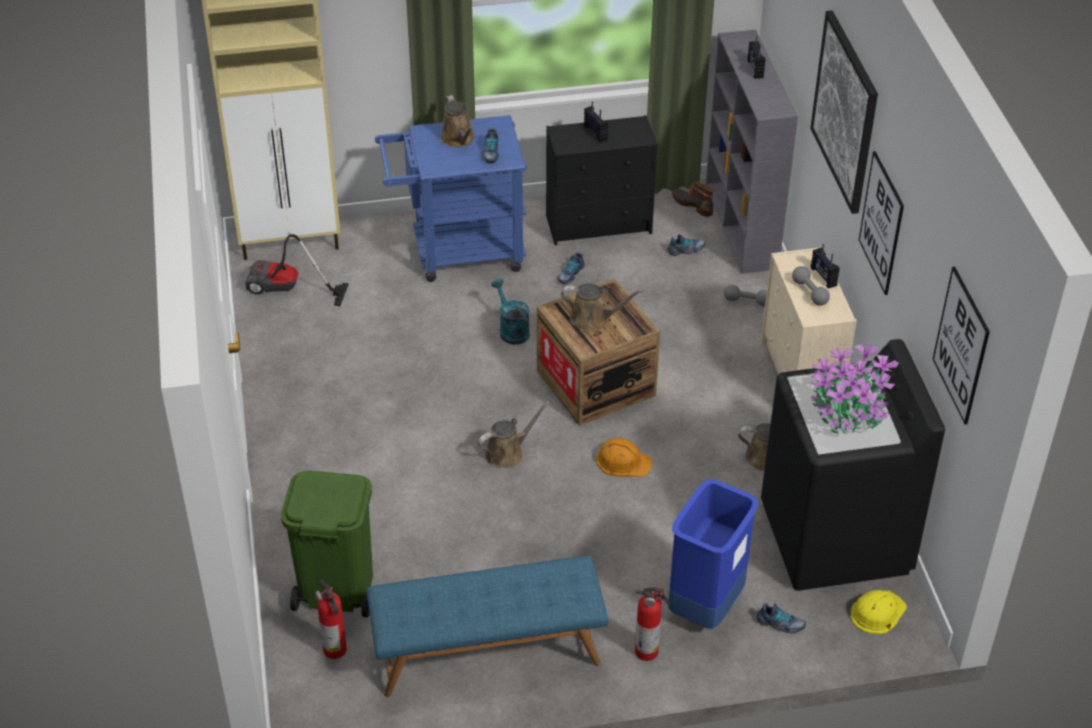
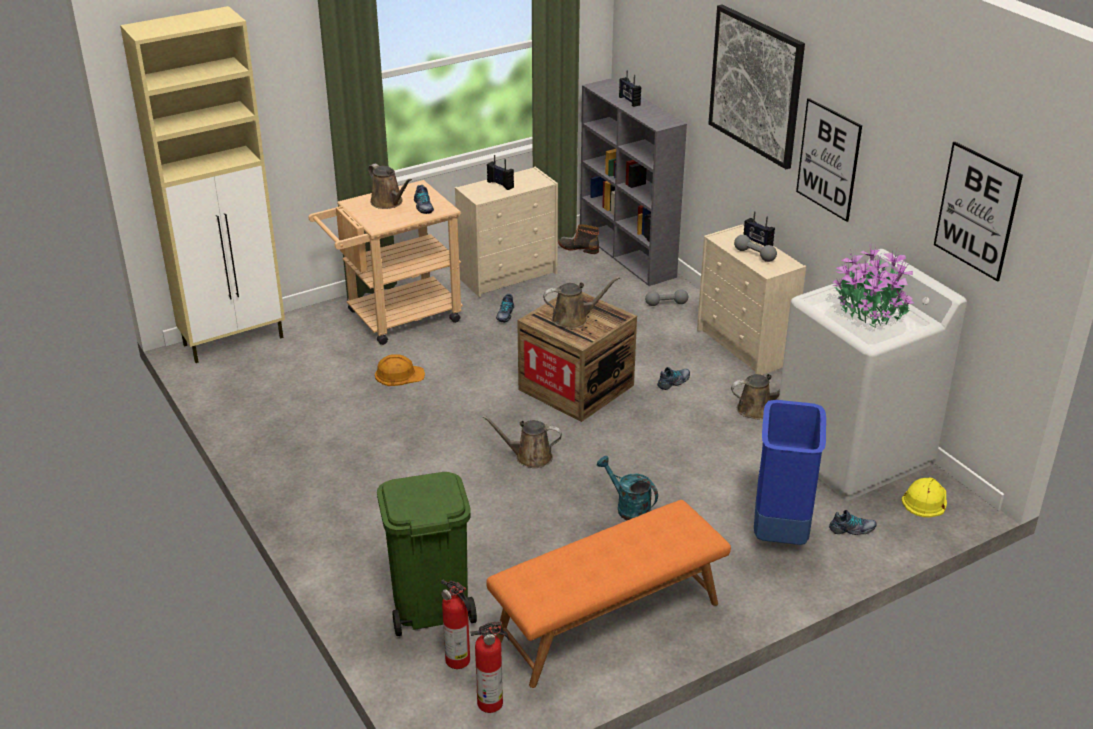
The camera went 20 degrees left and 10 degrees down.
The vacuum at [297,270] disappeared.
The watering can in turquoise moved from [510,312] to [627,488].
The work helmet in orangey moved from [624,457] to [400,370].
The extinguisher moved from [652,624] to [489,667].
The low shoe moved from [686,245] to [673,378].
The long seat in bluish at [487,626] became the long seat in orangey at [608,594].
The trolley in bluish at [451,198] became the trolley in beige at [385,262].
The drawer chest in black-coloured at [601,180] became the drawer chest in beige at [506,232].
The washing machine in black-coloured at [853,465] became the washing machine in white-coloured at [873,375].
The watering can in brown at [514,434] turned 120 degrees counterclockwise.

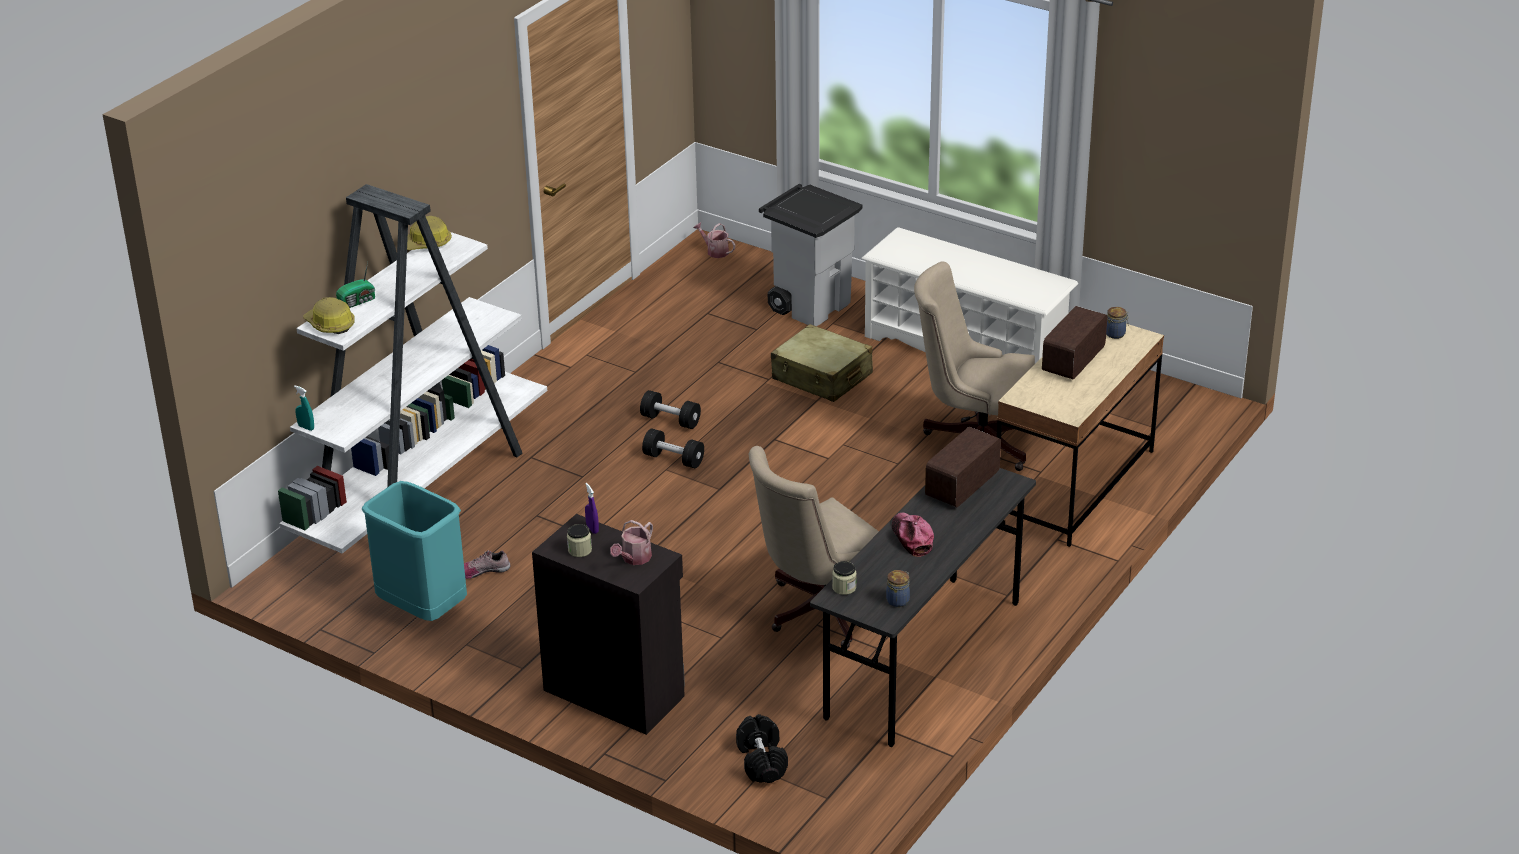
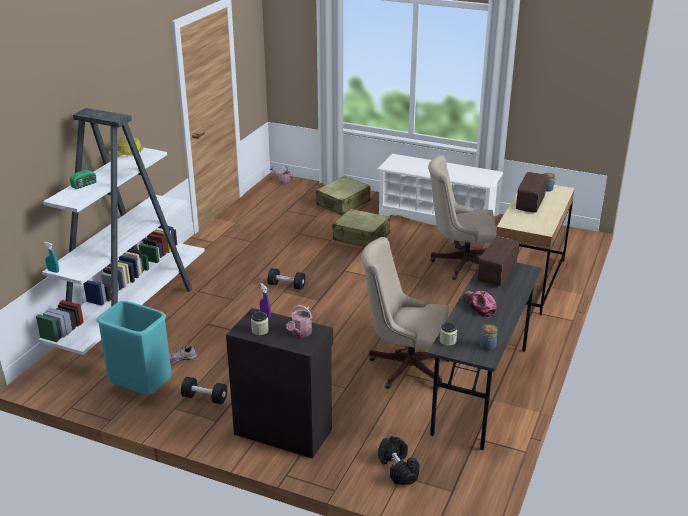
The camera went 10 degrees left and 5 degrees down.
The work helmet at [329,315] disappeared.
The dumbbell in black-coloured moved from [670,409] to [204,390].
The waste bin in grey at [810,255] was replaced by the suitcase in beige at [343,195].
The desk chair in beige at [813,547] turned 60 degrees clockwise.

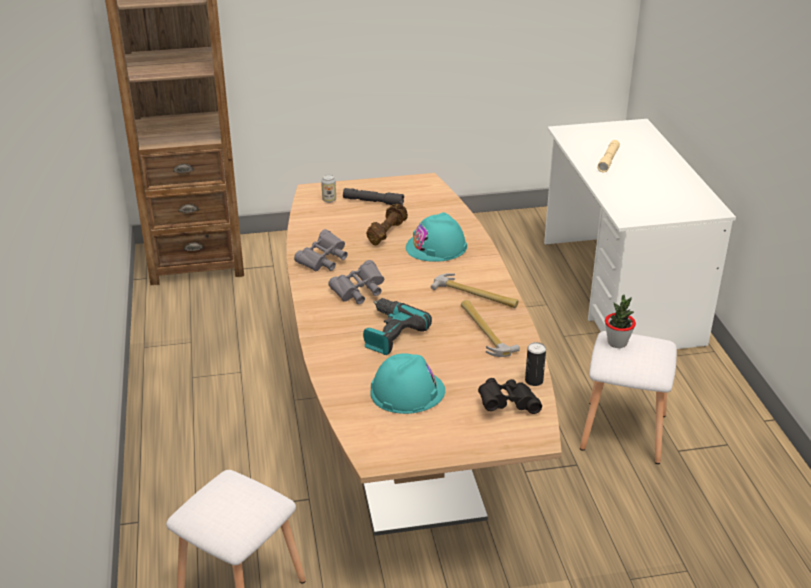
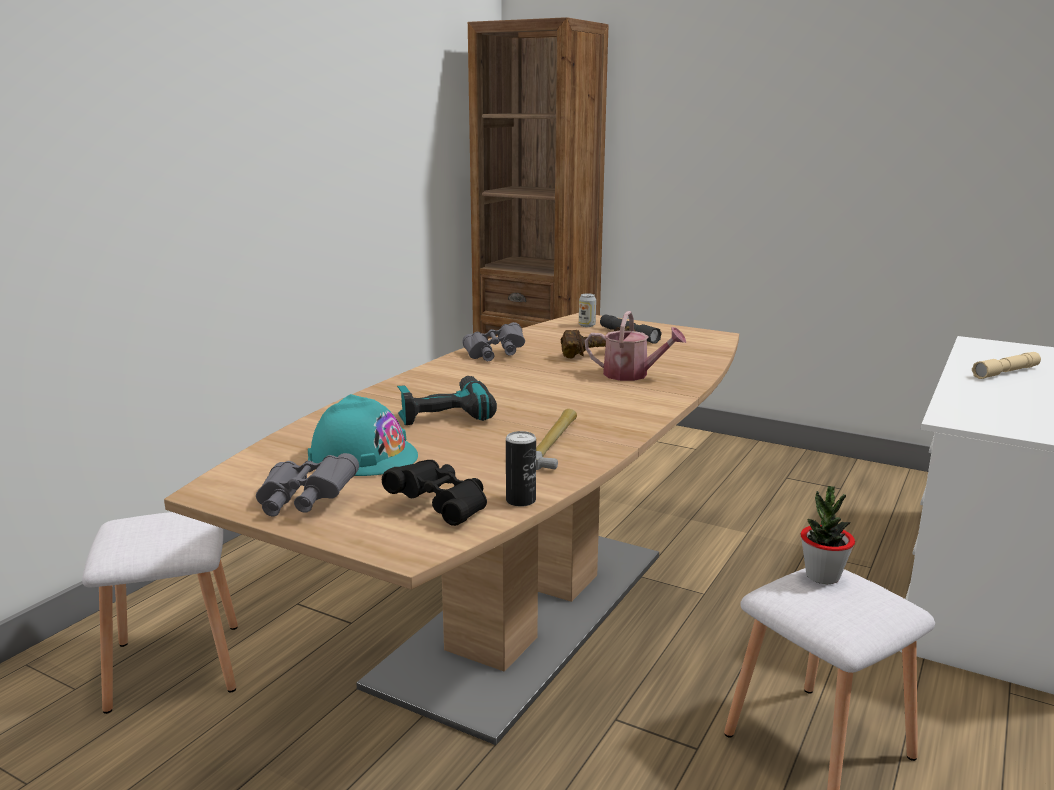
The camera went 40 degrees right and 15 degrees down.
The tool hammer at [475,290] disappeared.
The field glasses in grey moved from [356,282] to [307,484].
The work helmet in turquoise at [436,237] was replaced by the watering can at [635,346].

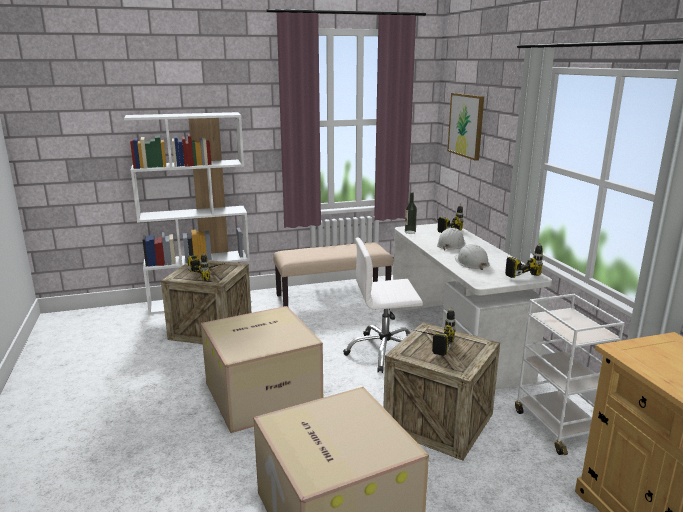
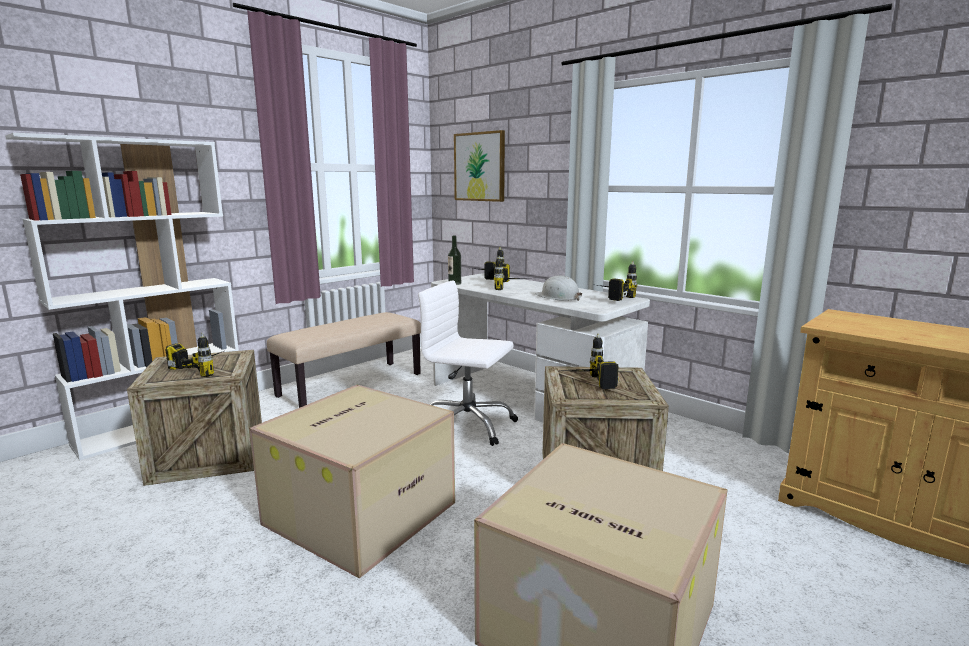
The camera went 30 degrees left and 5 degrees down.
The trolley in white-coloured at [570,374] disappeared.
The work helmet in white-coloured at [451,239] was replaced by the electric drill at [509,273].
The desk chair in white-coloured at [383,305] turned 60 degrees clockwise.

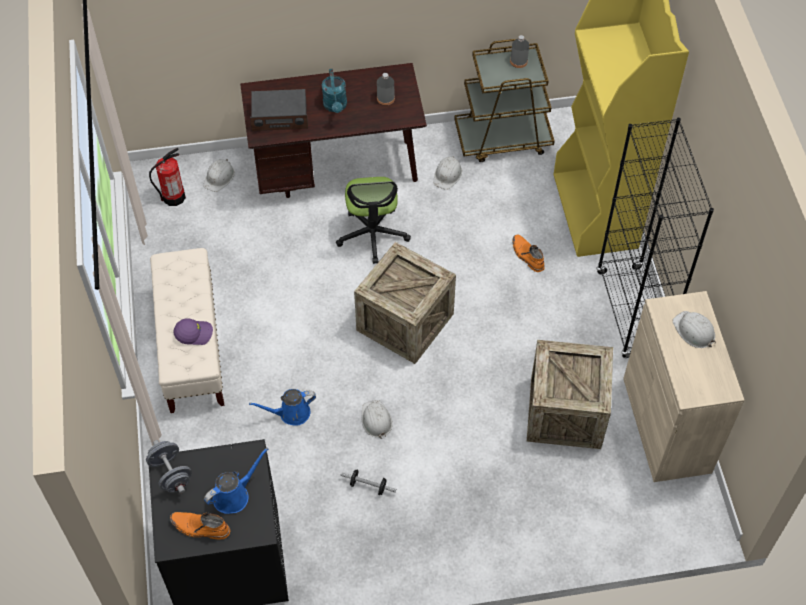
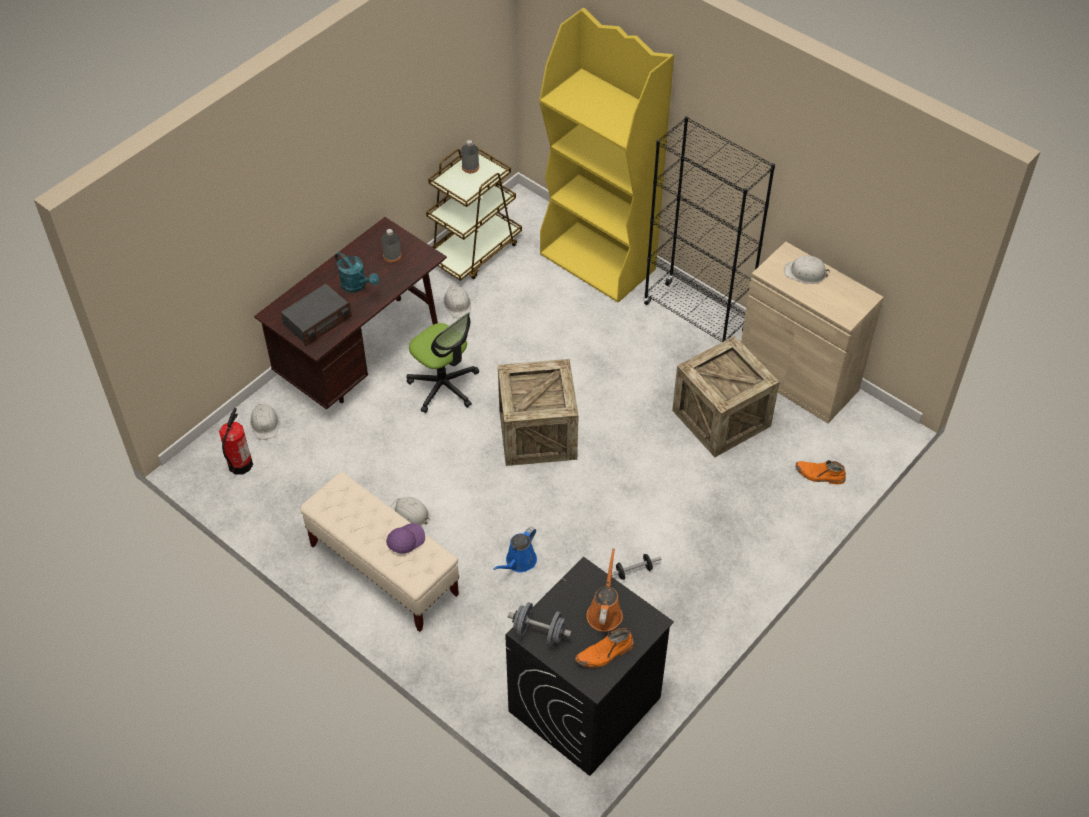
The camera went 40 degrees left and 5 degrees down.
The work helmet in white-coloured moved from [377,419] to [410,511].
The tall boot in orangey moved from [528,253] to [820,472].
The watering can in bluish at [236,481] became the watering can in orangey at [604,590].

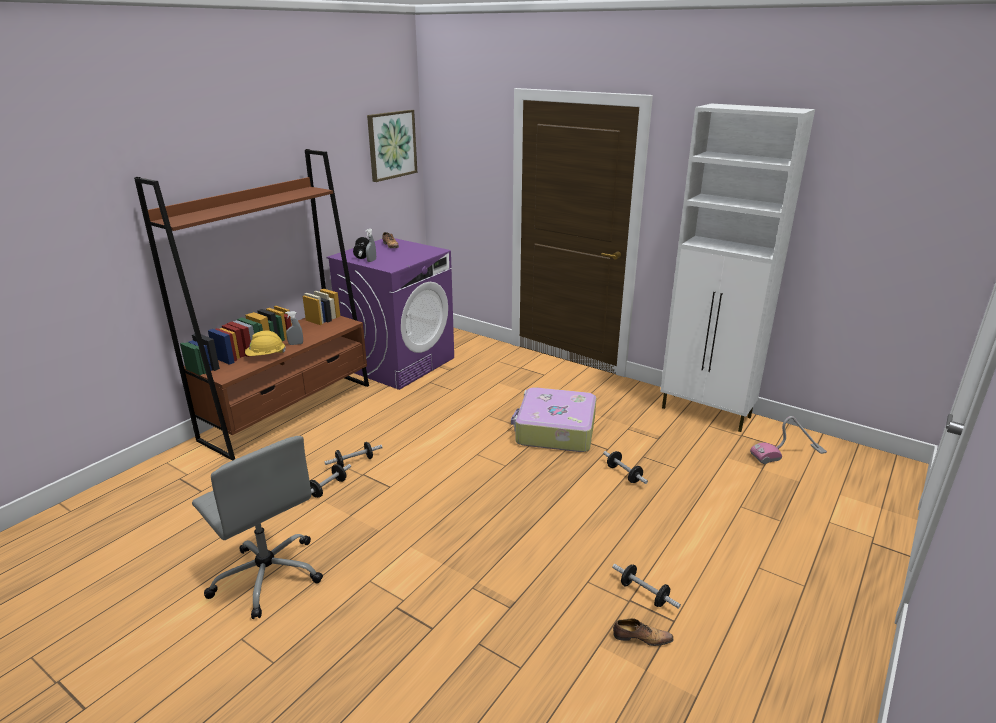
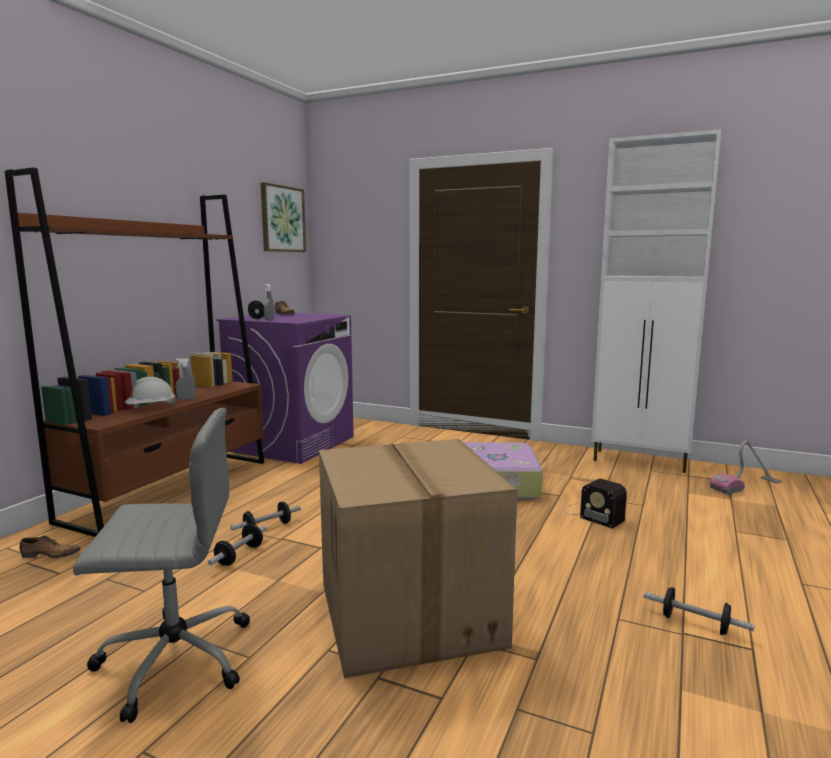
The camera went 10 degrees left and 15 degrees down.
The carton at [418,558] appeared.
The low shoe moved from [643,632] to [50,546].
The dumbbell at [625,467] was replaced by the radio at [595,504].
The work helmet in yellow-coloured at [265,343] became the work helmet in white-coloured at [150,391].
The desk chair in grey at [257,527] turned 45 degrees counterclockwise.

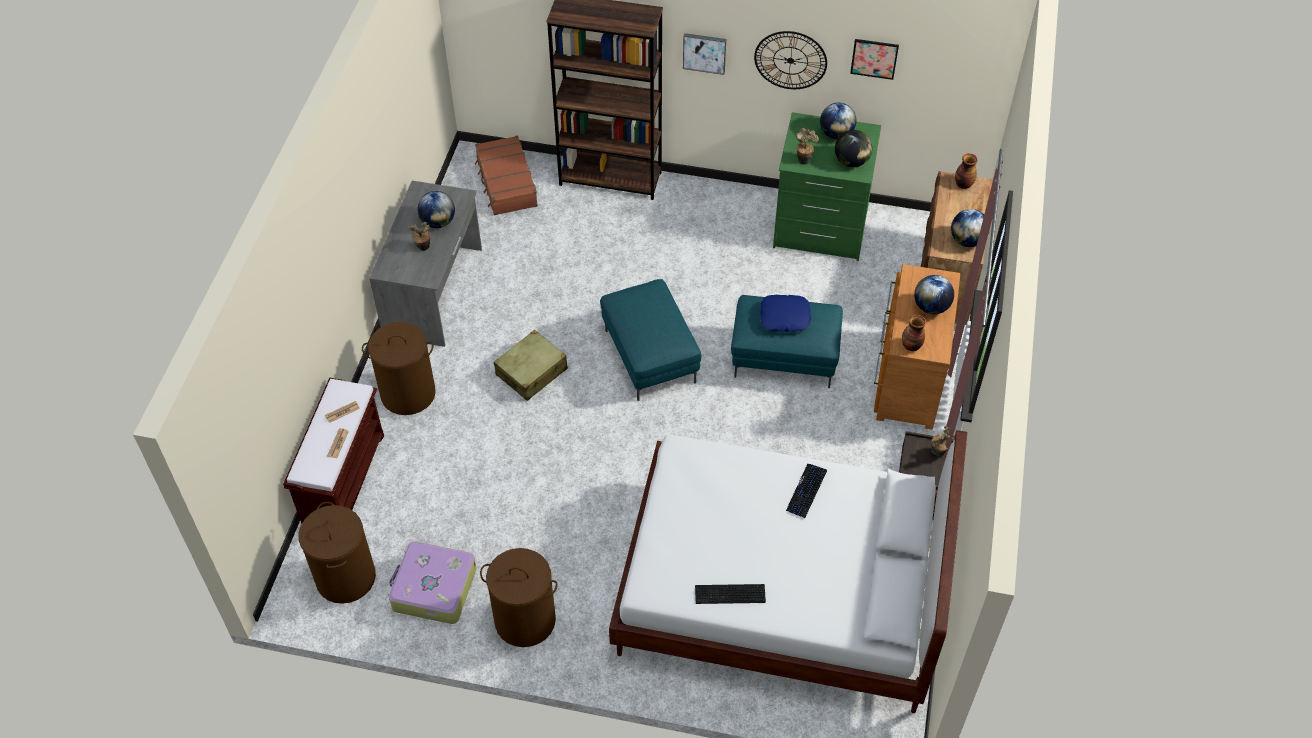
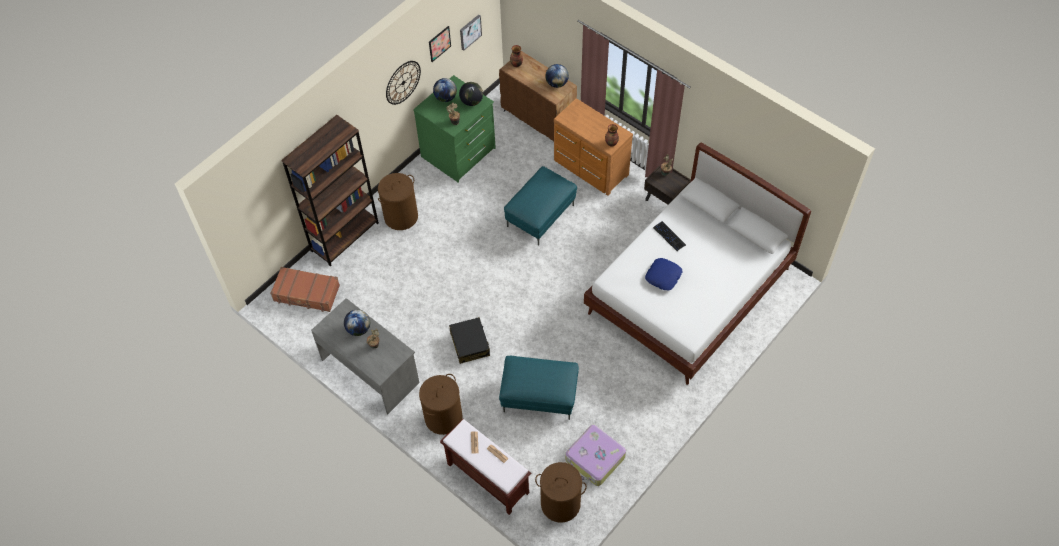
The camera went 60 degrees left and 5 degrees up.
The keyboard at [730,594] disappeared.
The world globe at [934,294] disappeared.
The laundry basket in brown moved from [519,597] to [398,201].
The ottoman in turquoise moved from [650,340] to [539,388].
The picture moved from [704,54] to [471,33].
The cushion in bluish moved from [785,313] to [663,274].
The suitcase in beige at [531,365] became the suitcase in black-coloured at [469,340].

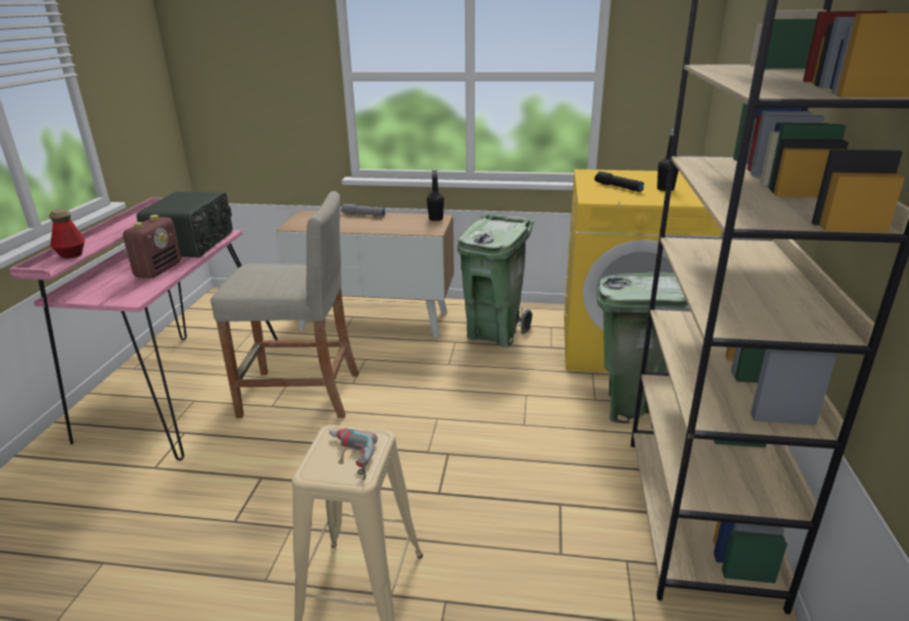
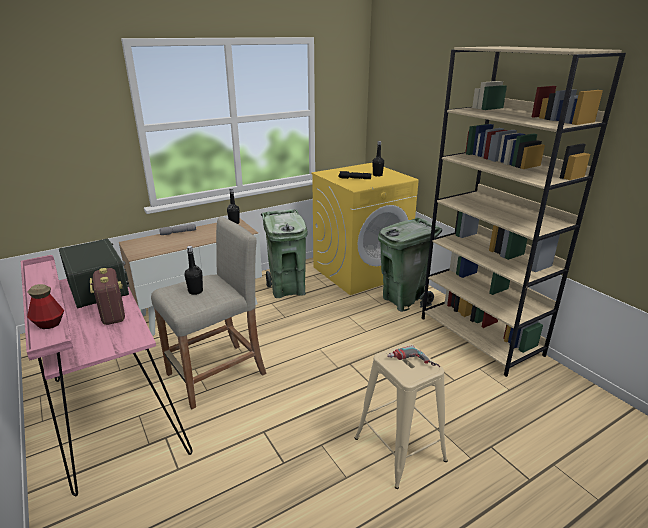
The camera went 40 degrees left and 0 degrees up.
The drink bottle in black-coloured at [193,270] appeared.

